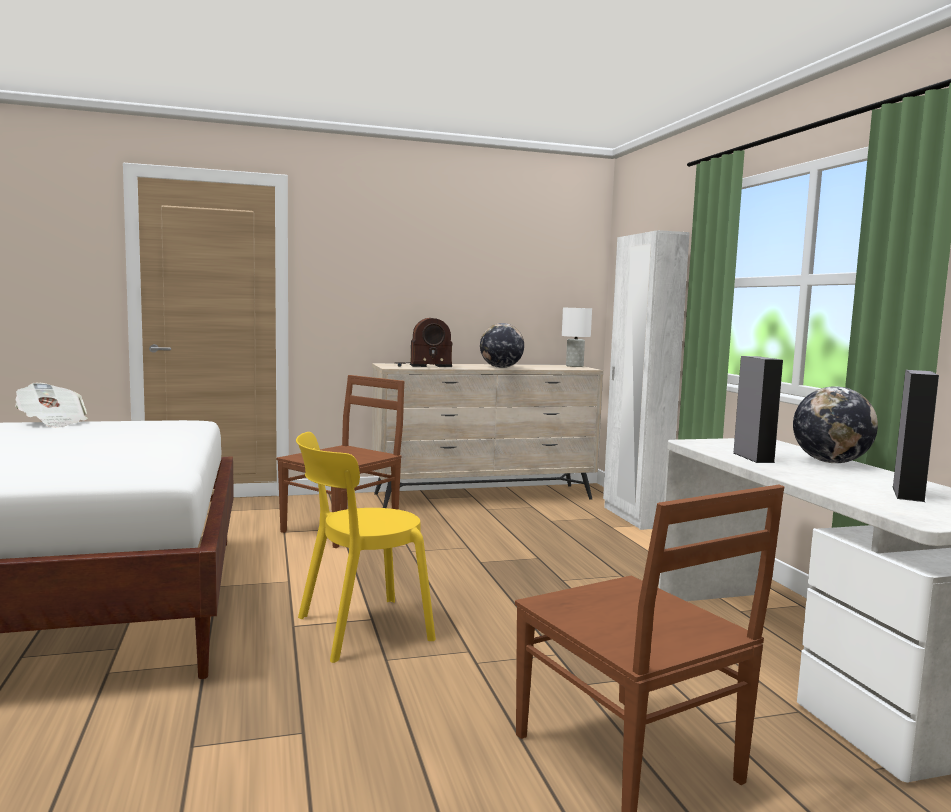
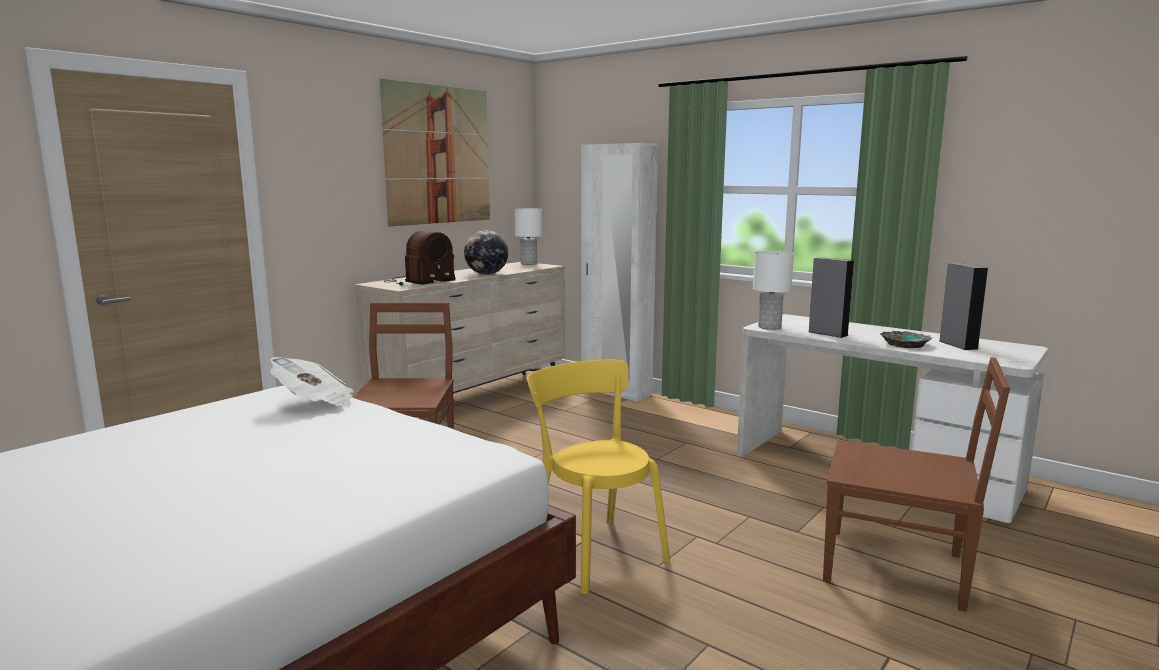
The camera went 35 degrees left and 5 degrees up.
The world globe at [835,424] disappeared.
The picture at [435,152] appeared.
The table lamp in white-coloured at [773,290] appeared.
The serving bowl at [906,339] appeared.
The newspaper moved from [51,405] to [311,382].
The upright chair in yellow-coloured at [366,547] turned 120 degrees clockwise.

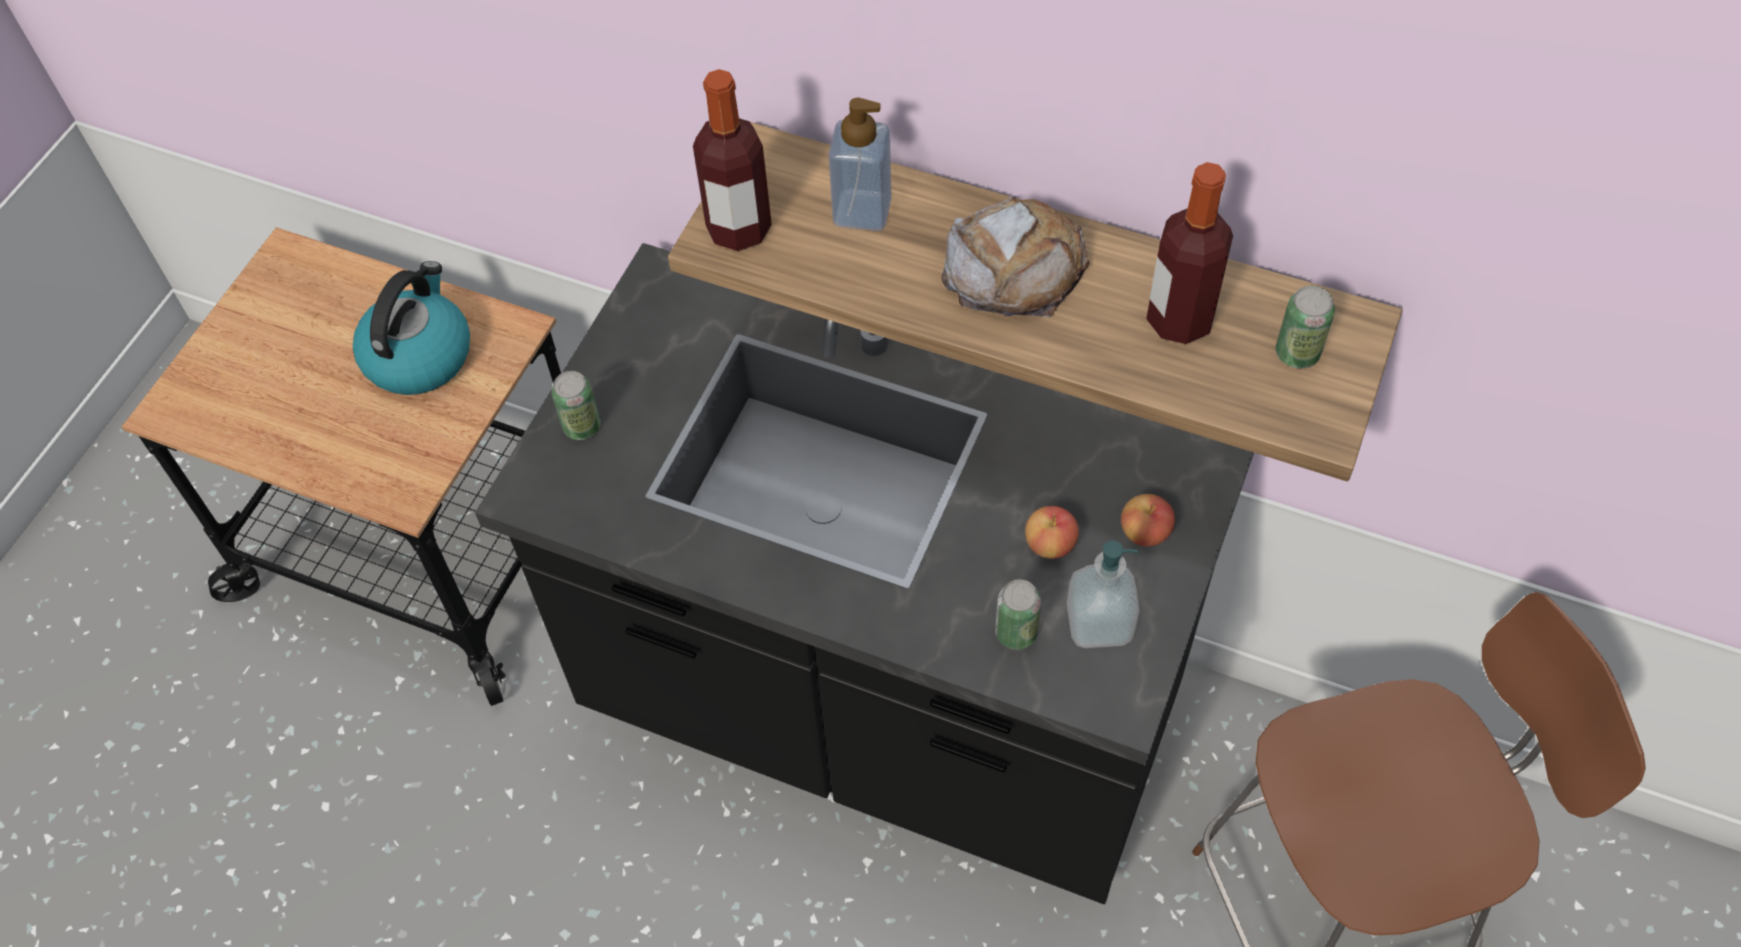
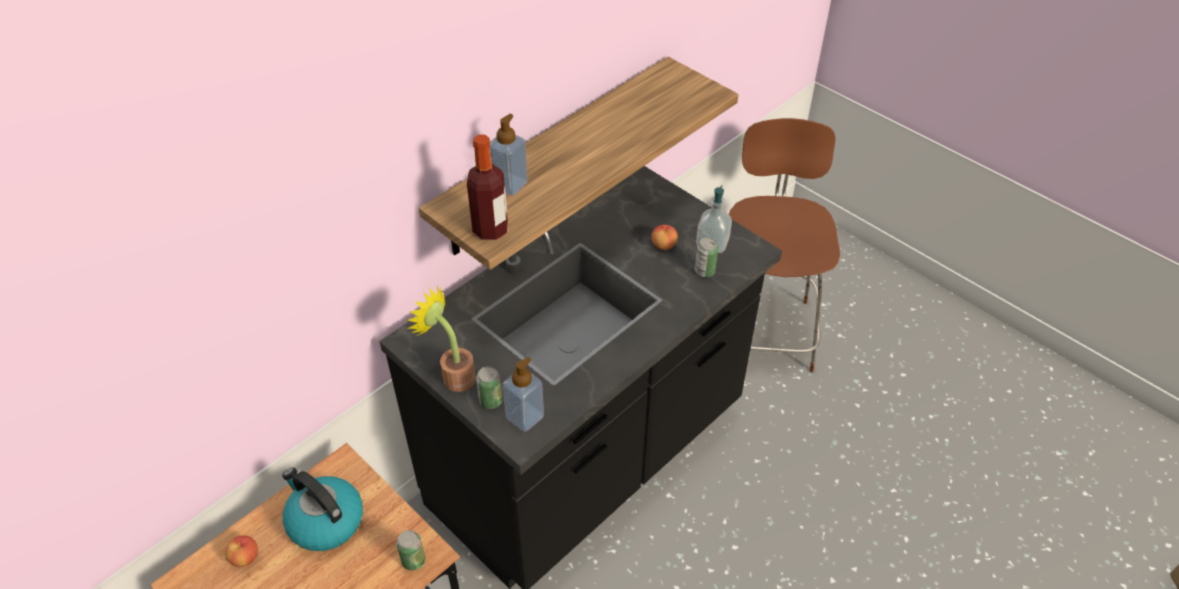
The camera went 70 degrees left and 10 degrees down.
The bread at [1015,256] disappeared.
The drink bottle at [1189,253] disappeared.
The houseplant at [441,339] appeared.
The liquid soap bottle at [523,394] appeared.
The apple moved from [1148,520] to [241,551].
The can moved from [1305,327] to [410,550].

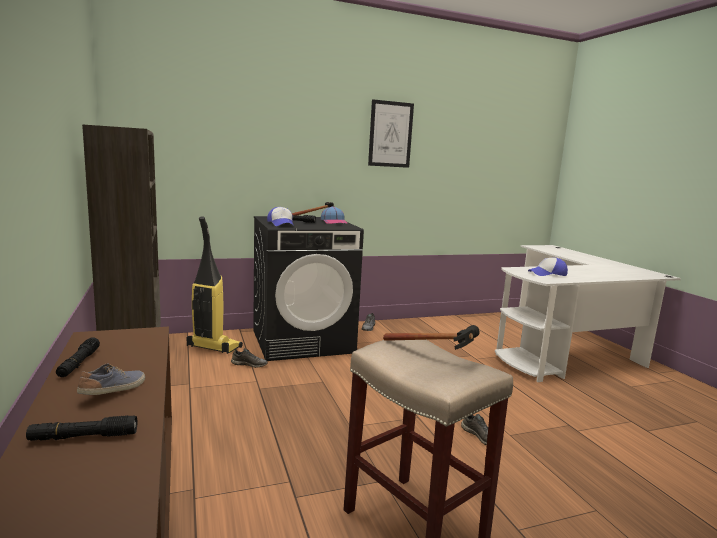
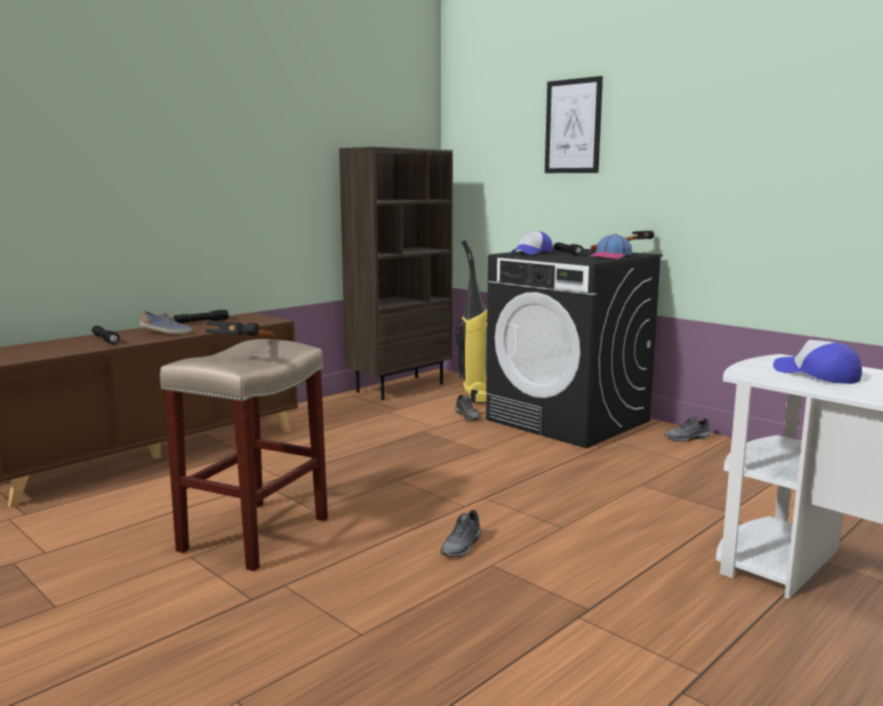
The camera went 65 degrees right and 0 degrees up.
The picture moved from [391,133] to [574,124].

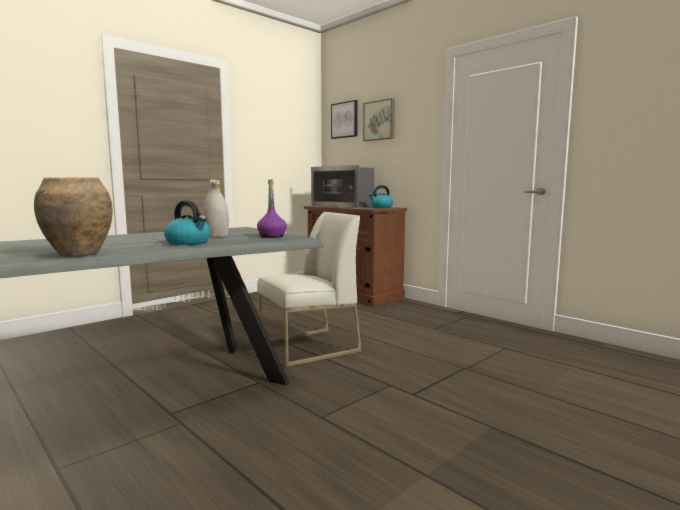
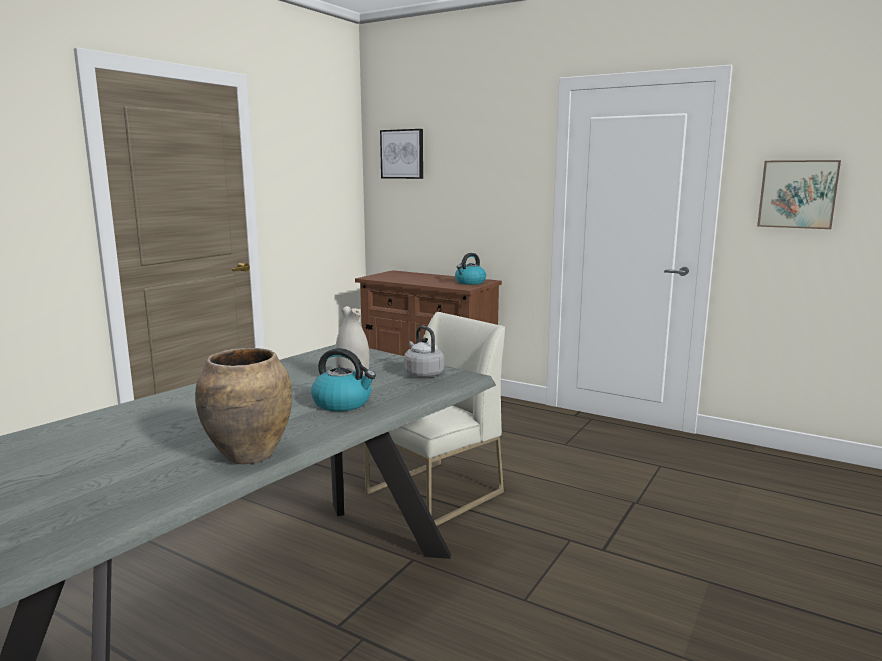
The camera went 15 degrees left and 5 degrees up.
The kitchen microwave at [342,186] disappeared.
The picture moved from [379,119] to [799,194].
The drink bottle in purple-coloured at [272,208] was replaced by the tea kettle in grey at [424,352].

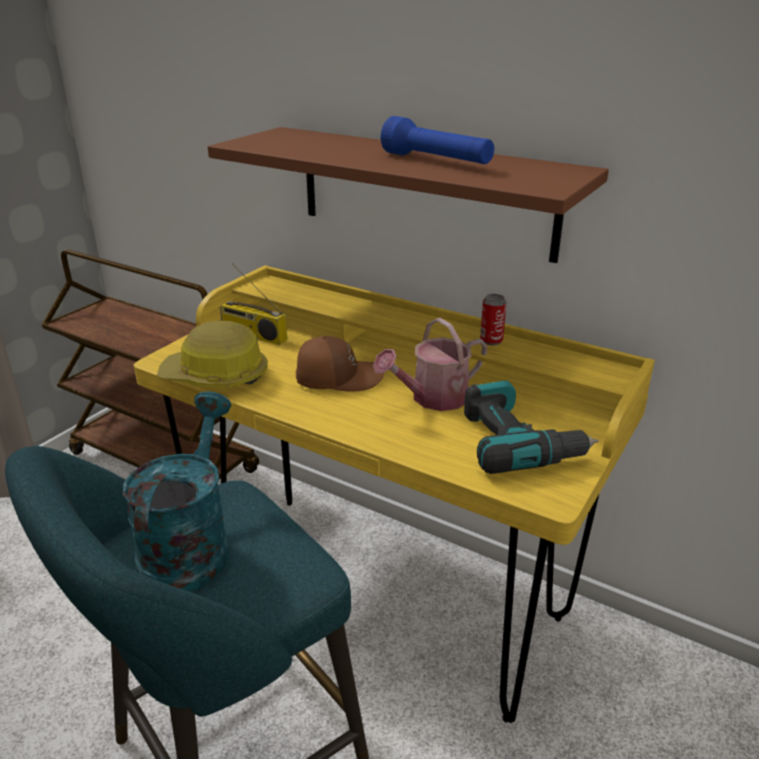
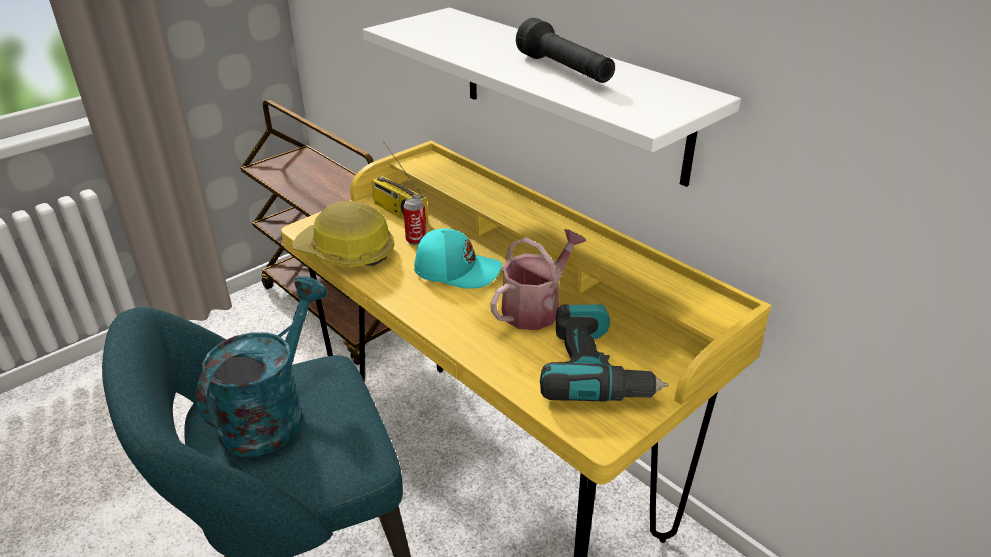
The camera went 15 degrees right and 5 degrees up.
The can moved from [493,319] to [415,221].
The bracket shelf in brown at [408,195] became the bracket shelf in white-coloured at [552,97].
The cap in brown at [340,363] became the cap in turquoise at [458,259].
The flashlight in bluish at [437,140] became the flashlight in black-coloured at [565,50].
The watering can at [430,364] turned 150 degrees clockwise.

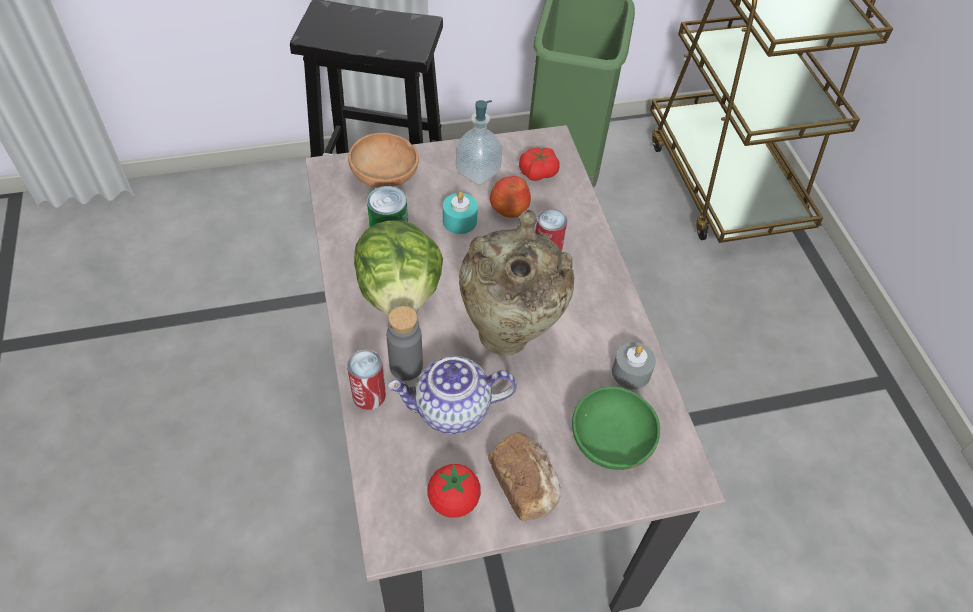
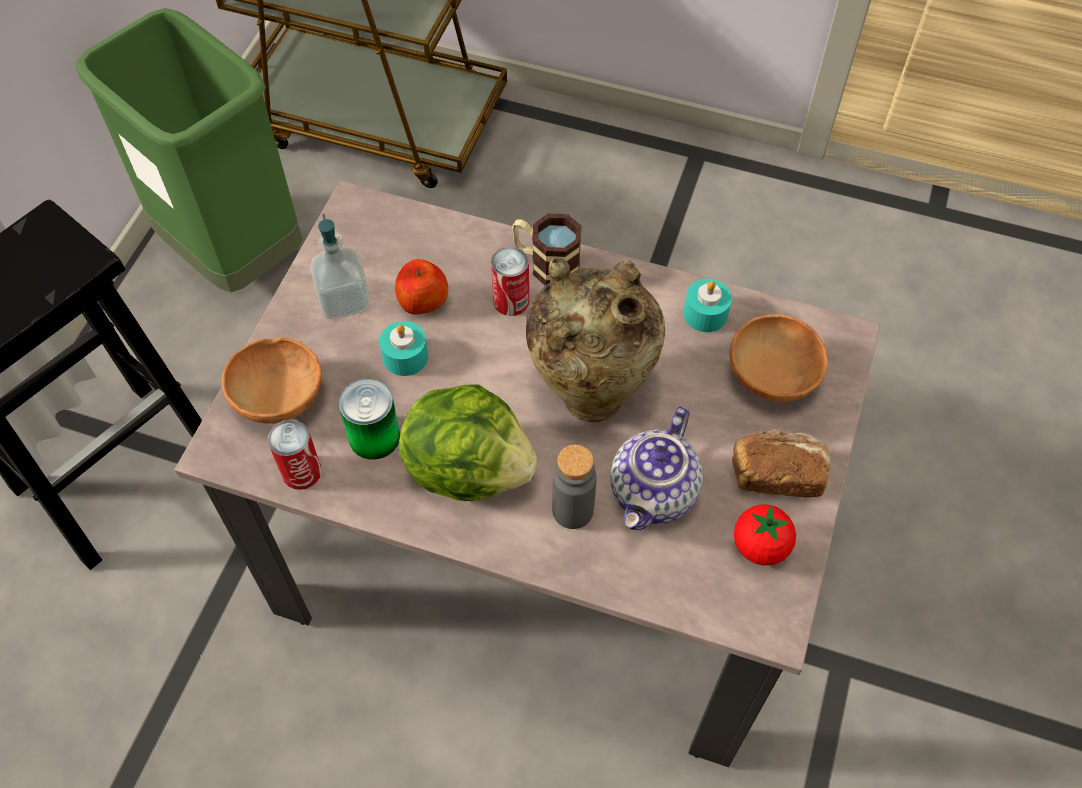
The camera went 55 degrees left and 5 degrees up.
The tomato at [539,164] disappeared.
The mug at [546,249] appeared.
The can moved from [366,379] to [295,455].
The serving bowl in greenish at [616,428] became the serving bowl in brown at [779,358].
The candle in grey at [634,365] became the candle in turquoise at [707,305].

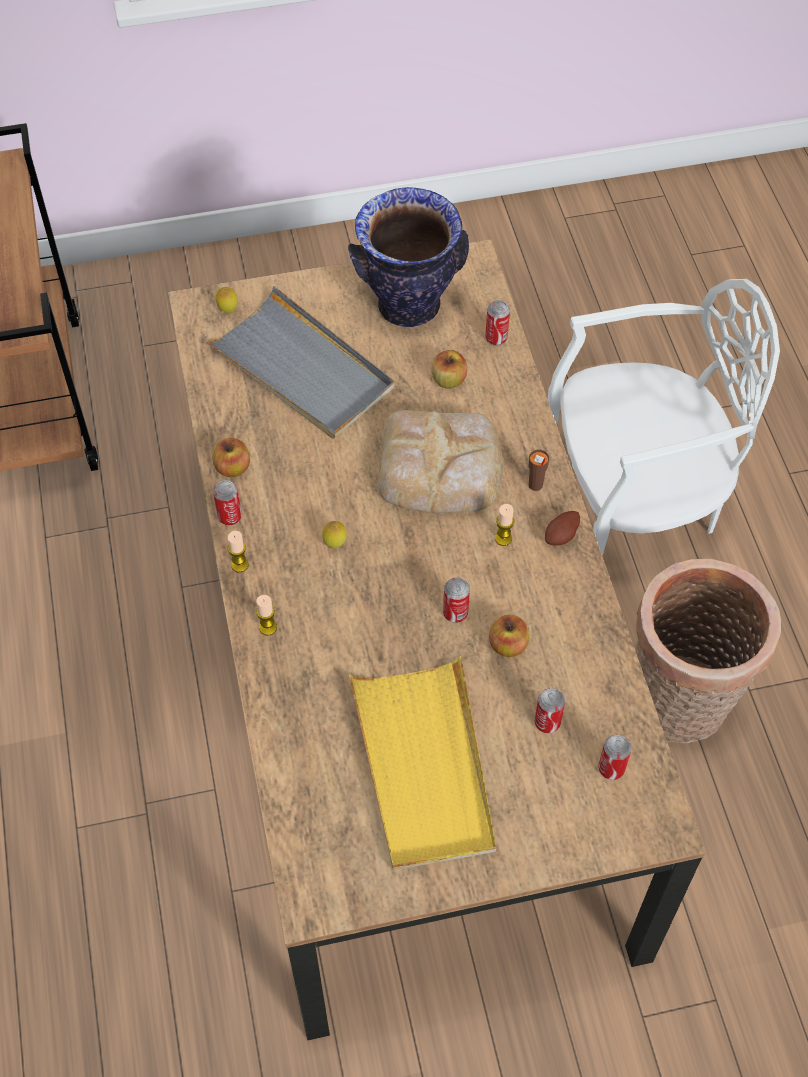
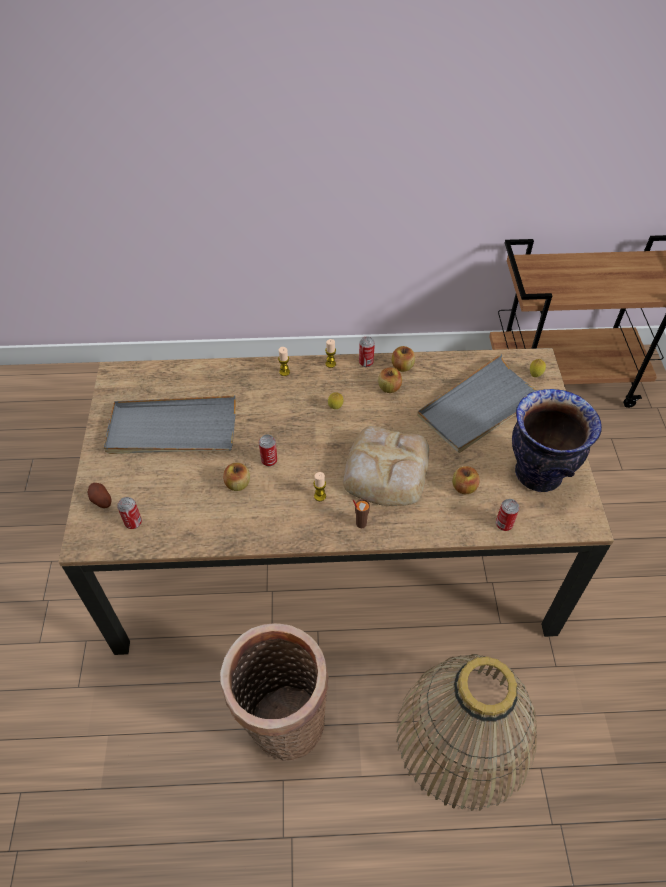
The camera went 100 degrees right and 5 degrees down.
The can at [550,710] disappeared.
The apple at [390,380] appeared.
The spud moved from [562,528] to [99,495].
The upright chair in white-coloured at [664,417] was replaced by the basket at [466,732].
The carrying tray in yellow-coloured at [422,763] became the carrying tray in grey at [170,425].

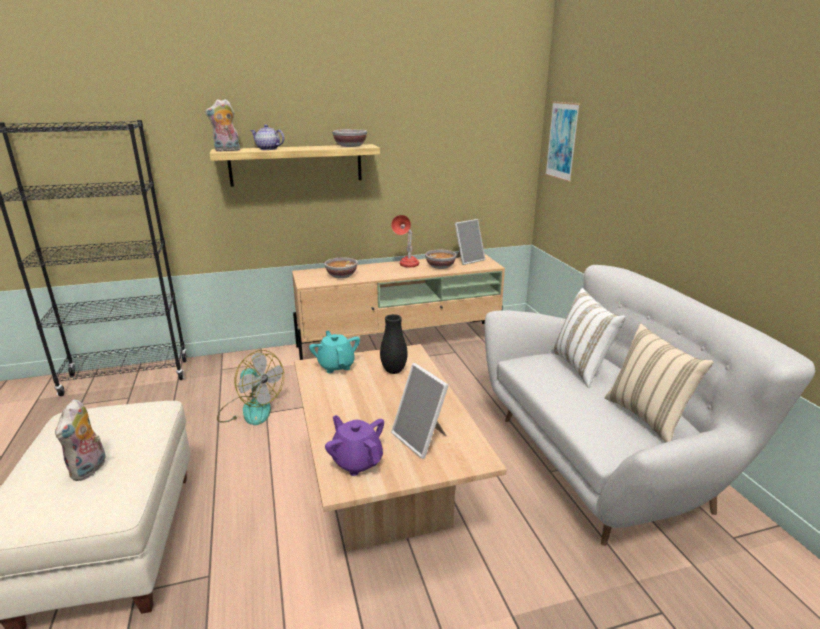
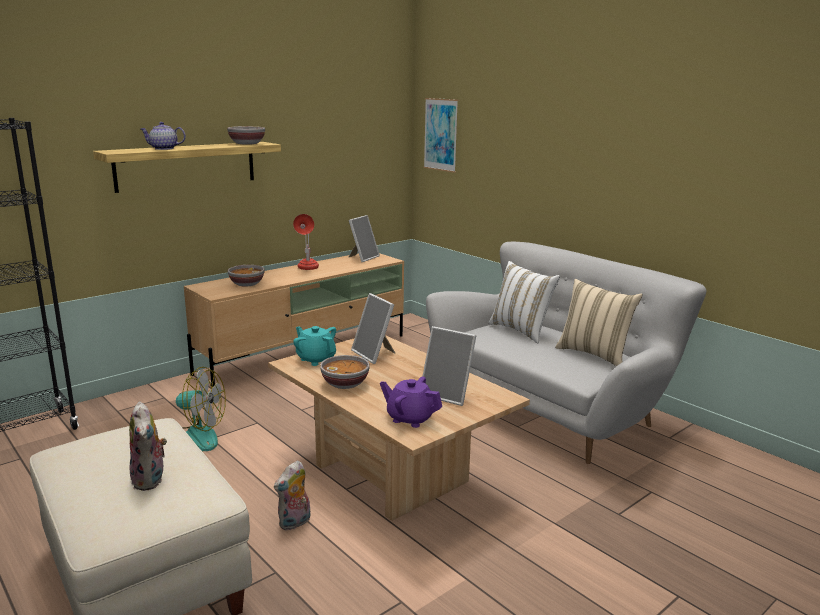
The camera went 25 degrees left and 5 degrees down.
The soft toy moved from [223,125] to [292,495].
The serving bowl moved from [441,259] to [345,372].
The vase in black-coloured at [394,344] was replaced by the photo frame at [373,328].

